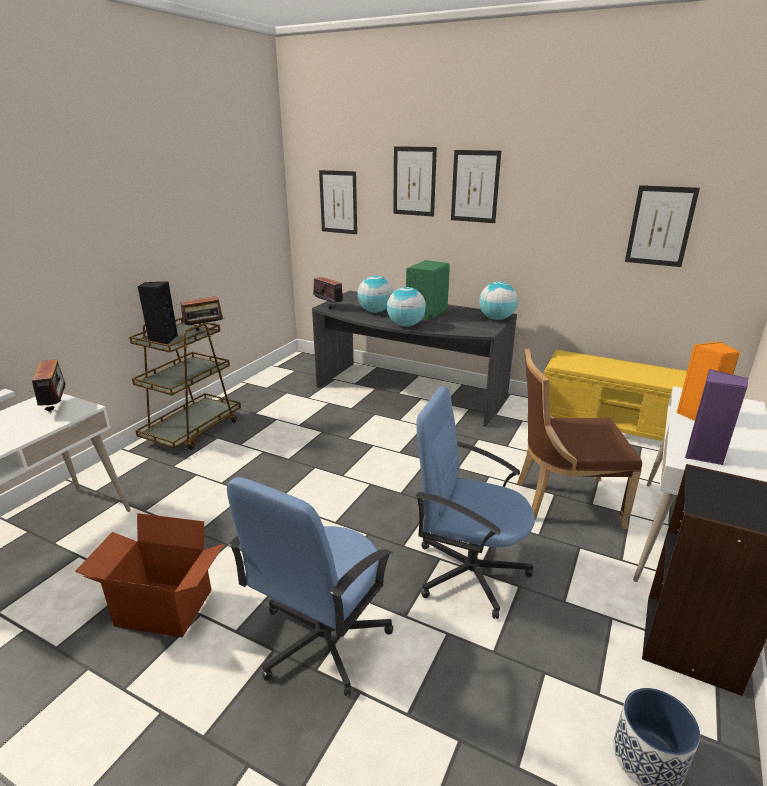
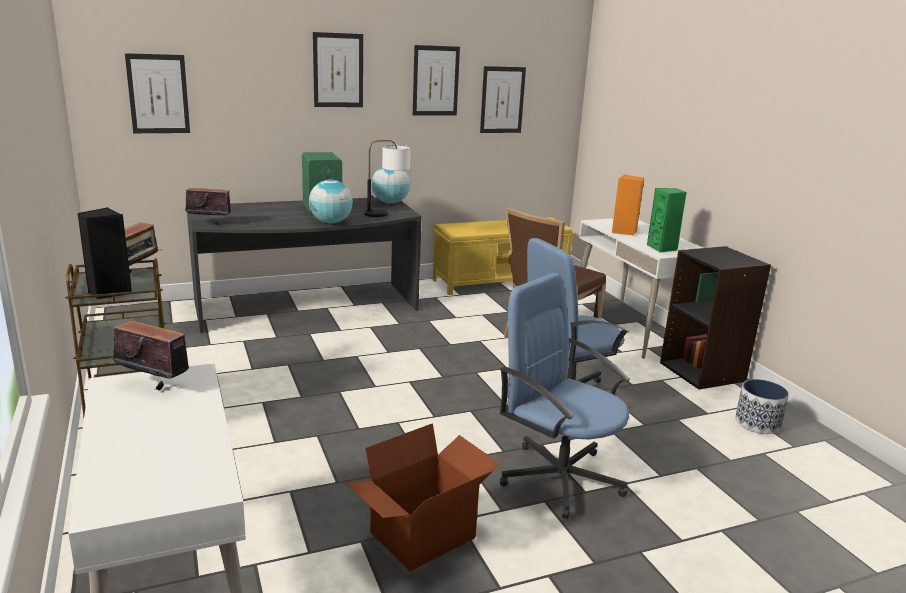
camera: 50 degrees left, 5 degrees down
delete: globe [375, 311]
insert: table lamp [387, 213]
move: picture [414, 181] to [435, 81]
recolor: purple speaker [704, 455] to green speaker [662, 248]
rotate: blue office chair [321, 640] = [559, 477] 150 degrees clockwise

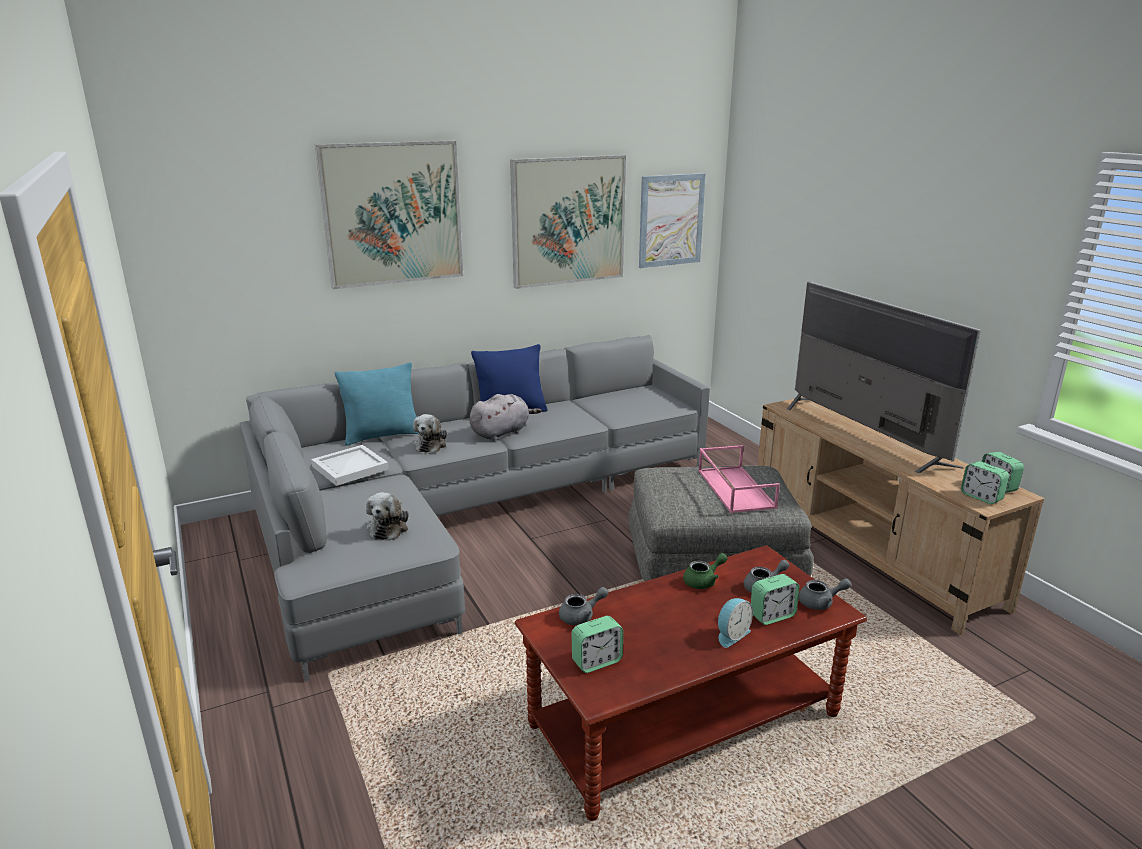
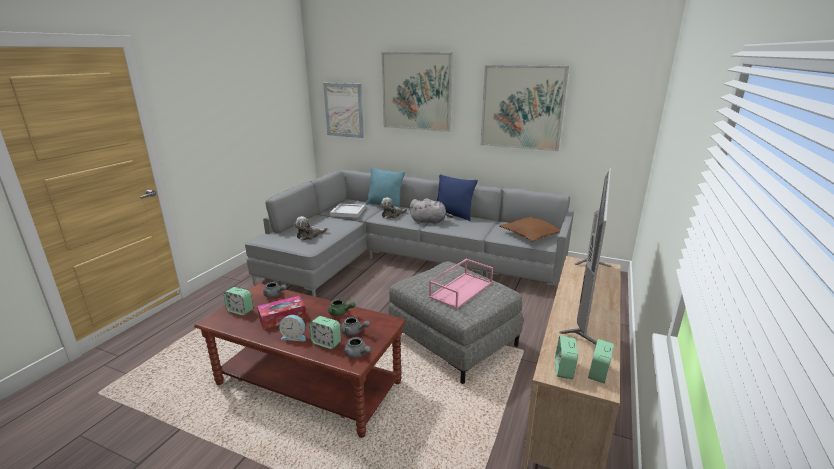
camera: 50 degrees right, 0 degrees up
insert: tissue box [282, 318]; brown pillow [531, 235]
move: picture [671, 220] to [344, 110]

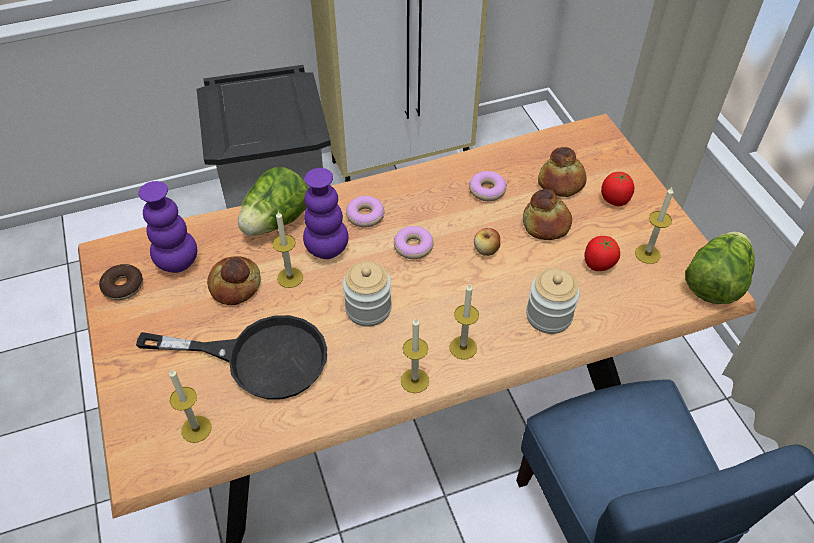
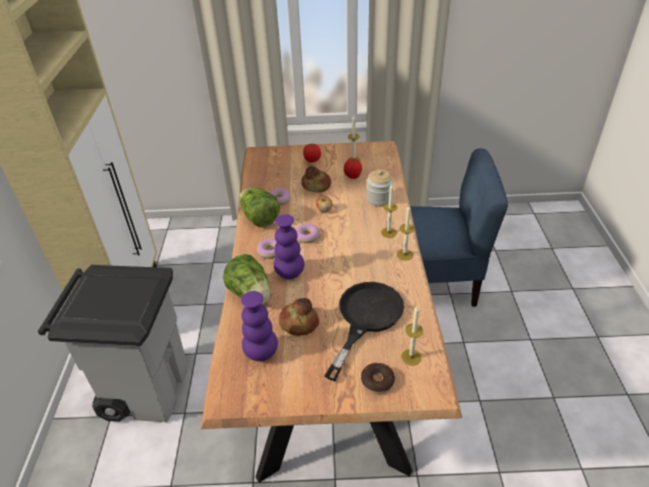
camera: 70 degrees left, 10 degrees down
delete: candle [290, 277]; jar [368, 308]; bread [561, 182]
move: donut [123, 286] to [377, 381]; lettuce [714, 283] to [259, 218]

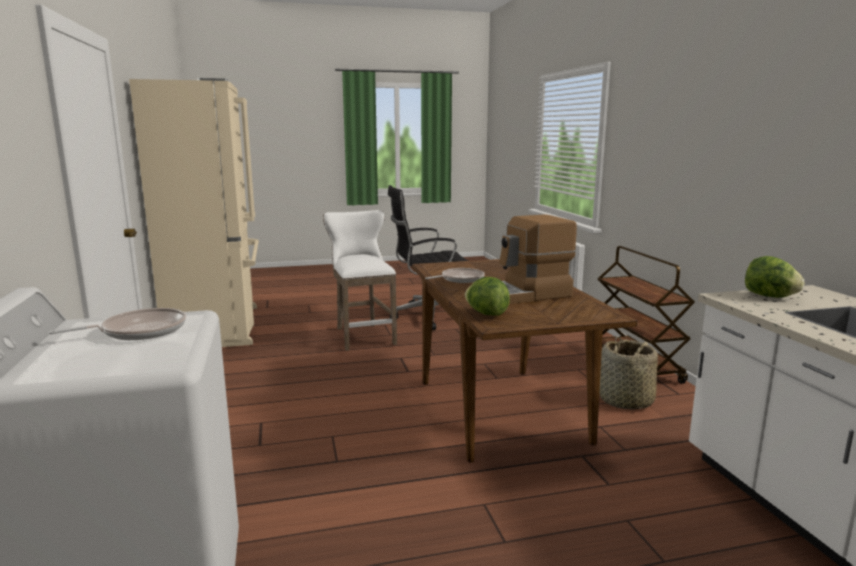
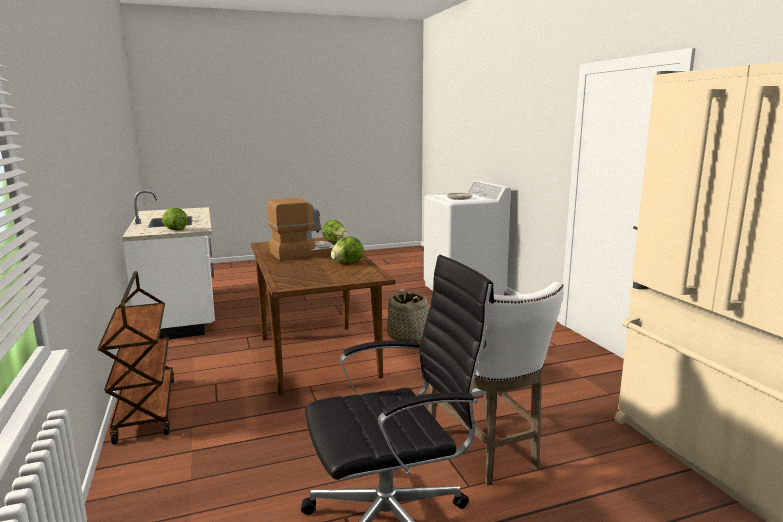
camera: 175 degrees right, 0 degrees up
move: basket [625, 401] to [407, 336]
replace: frying pan [460, 279] to lettuce [347, 263]

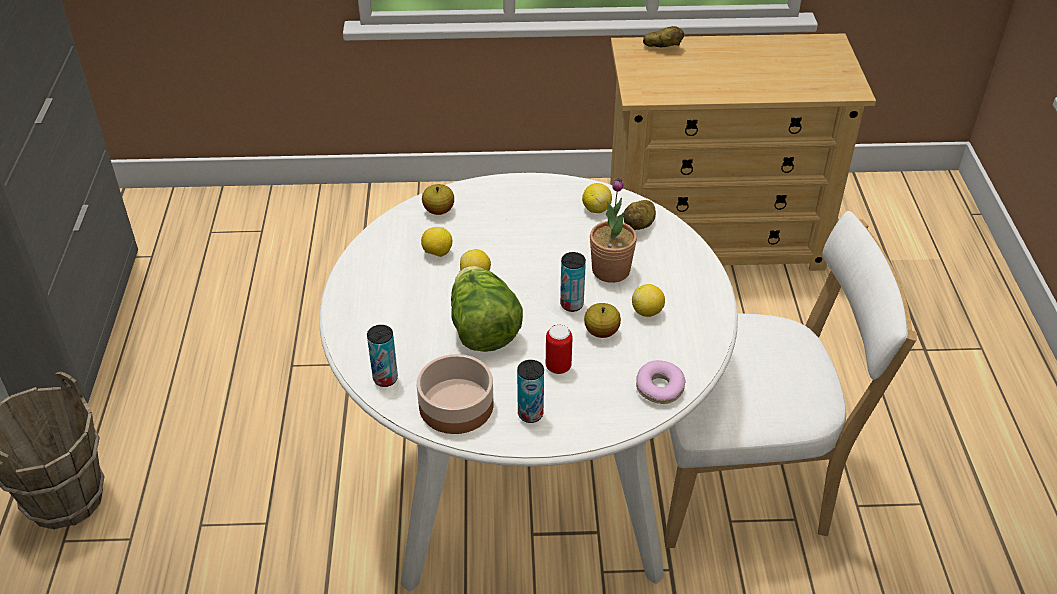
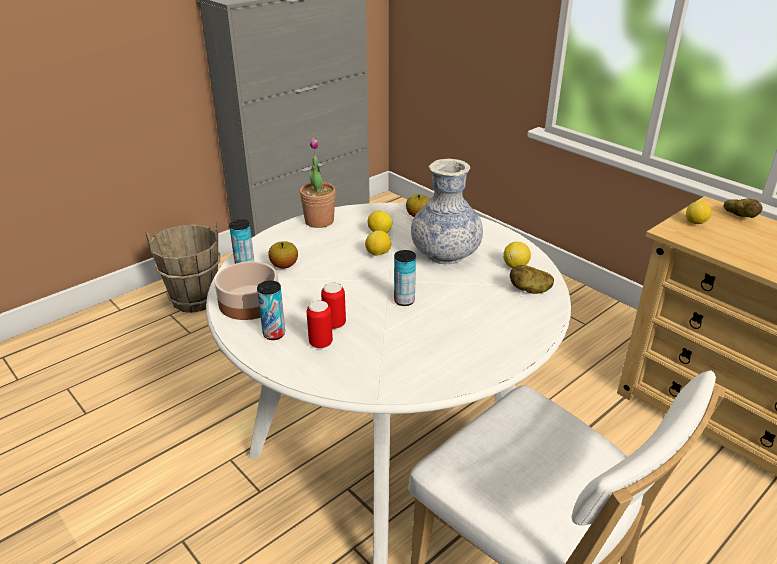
camera: 50 degrees right, 10 degrees down
delete: lettuce [482, 329]; donut [659, 388]
insert: can [321, 343]; vase [445, 254]
move: apple [601, 332] to [284, 266]; potted plant [611, 270] to [319, 221]; lemon [647, 312] to [695, 223]

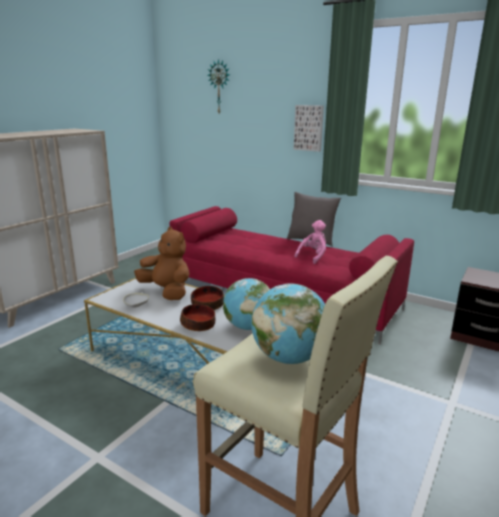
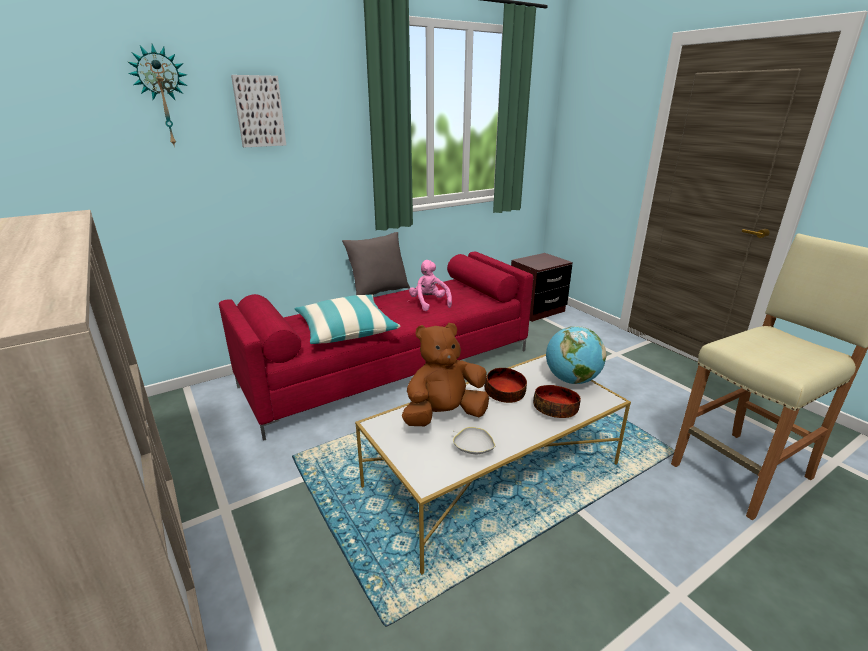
camera: 65 degrees left, 5 degrees up
delete: globe [289, 357]
insert: pillow [346, 330]
move: picture [309, 128] to [259, 111]

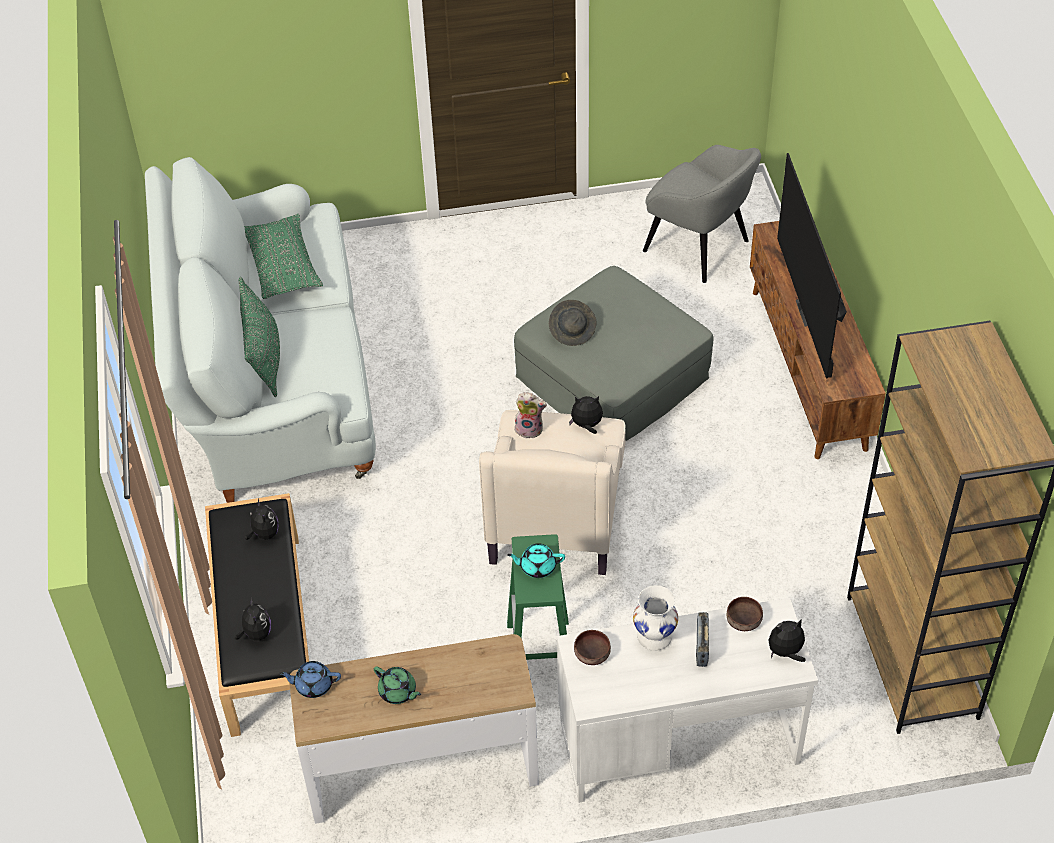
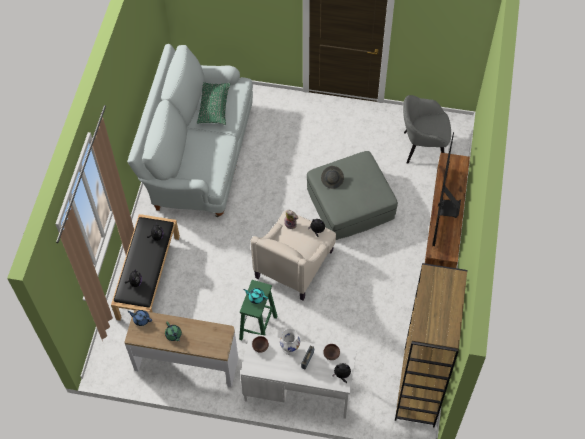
camera: 20 degrees right, 10 degrees up
delete: green pillow [263, 356]
rotate: grey armchair [698, 247] = [422, 147] 120 degrees clockwise

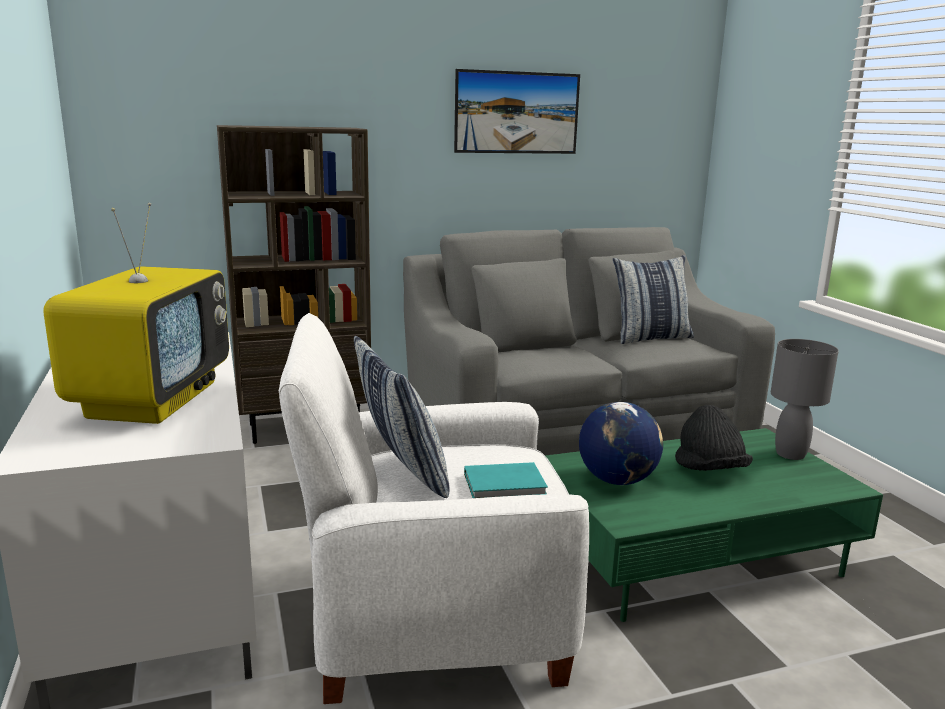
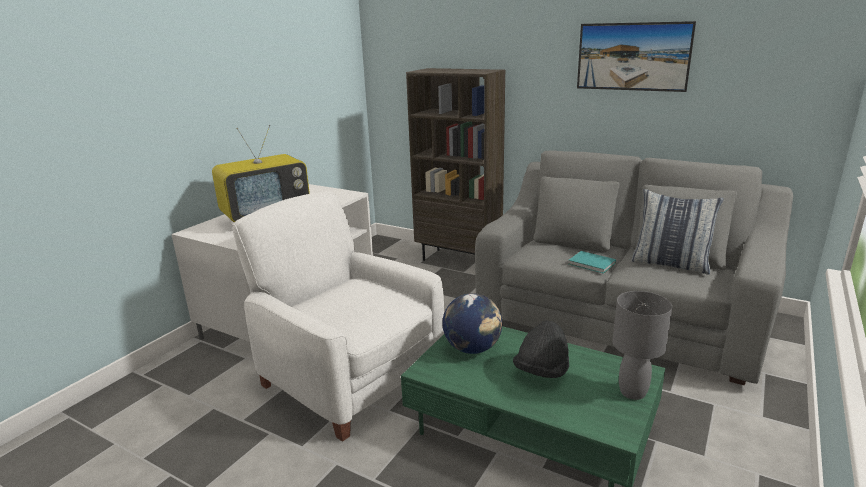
camera: 50 degrees right, 5 degrees up
delete: pillow [402, 473]
move: turquoise book [507, 485] to [592, 264]

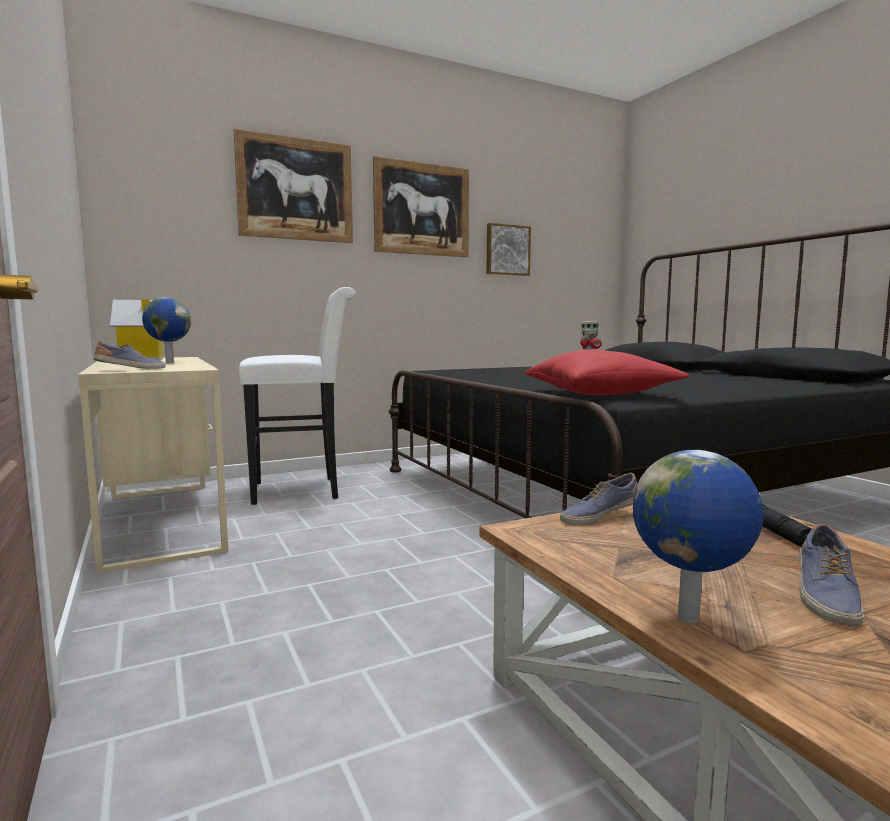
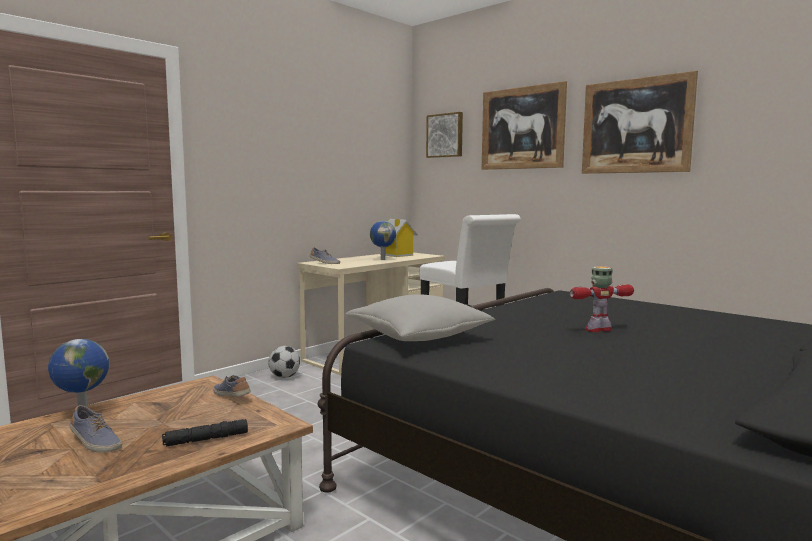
camera: 70 degrees right, 0 degrees up
insert: football [284, 377]
move: picture [507, 250] to [445, 135]
recolor: red pillow [600, 394] to grey pillow [418, 337]
rotate: shoe [824, 596] = [94, 443] 150 degrees counterclockwise

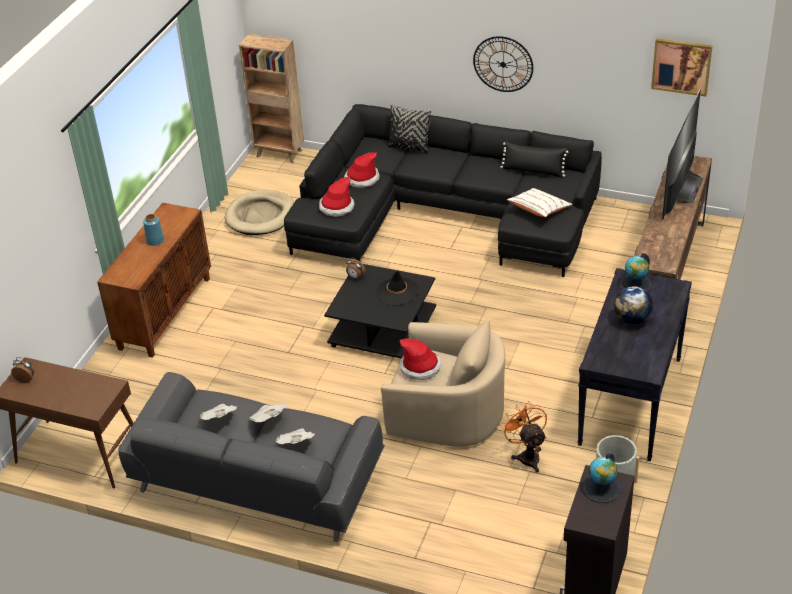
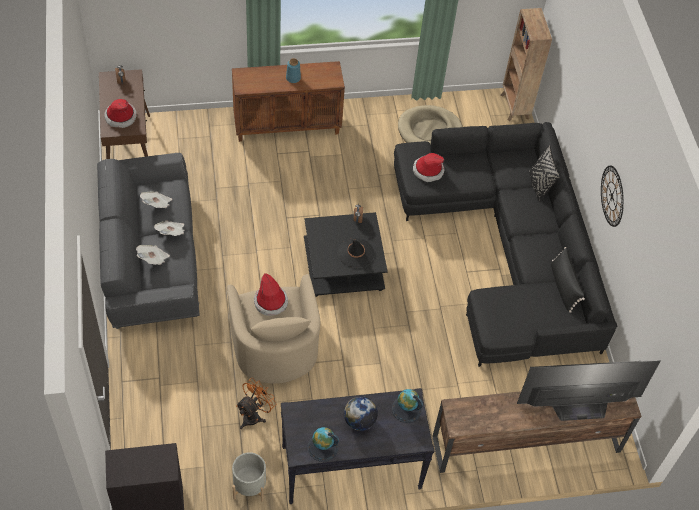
camera: 55 degrees right, 15 degrees up
delete: white pillow [539, 210]; picture [681, 66]
move: hat [362, 179] to [120, 117]; globe [601, 488] to [322, 447]

